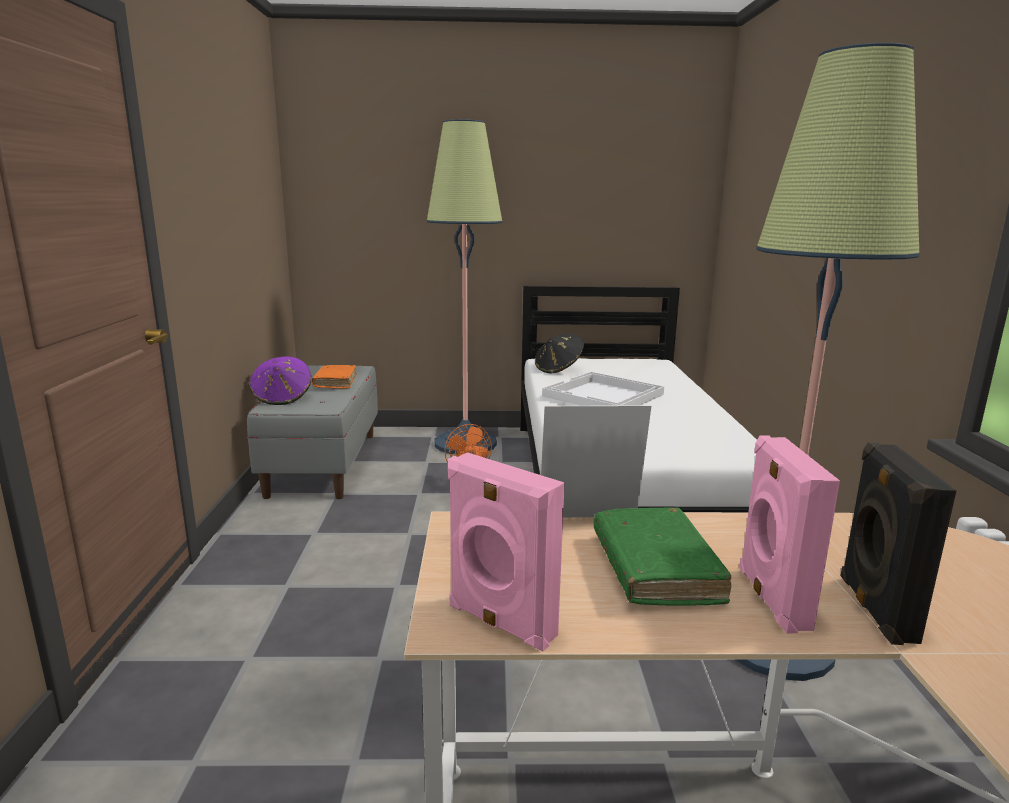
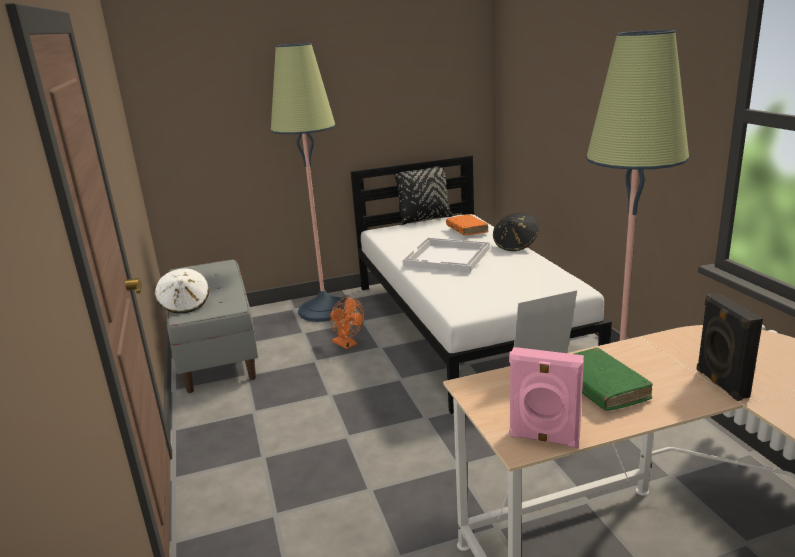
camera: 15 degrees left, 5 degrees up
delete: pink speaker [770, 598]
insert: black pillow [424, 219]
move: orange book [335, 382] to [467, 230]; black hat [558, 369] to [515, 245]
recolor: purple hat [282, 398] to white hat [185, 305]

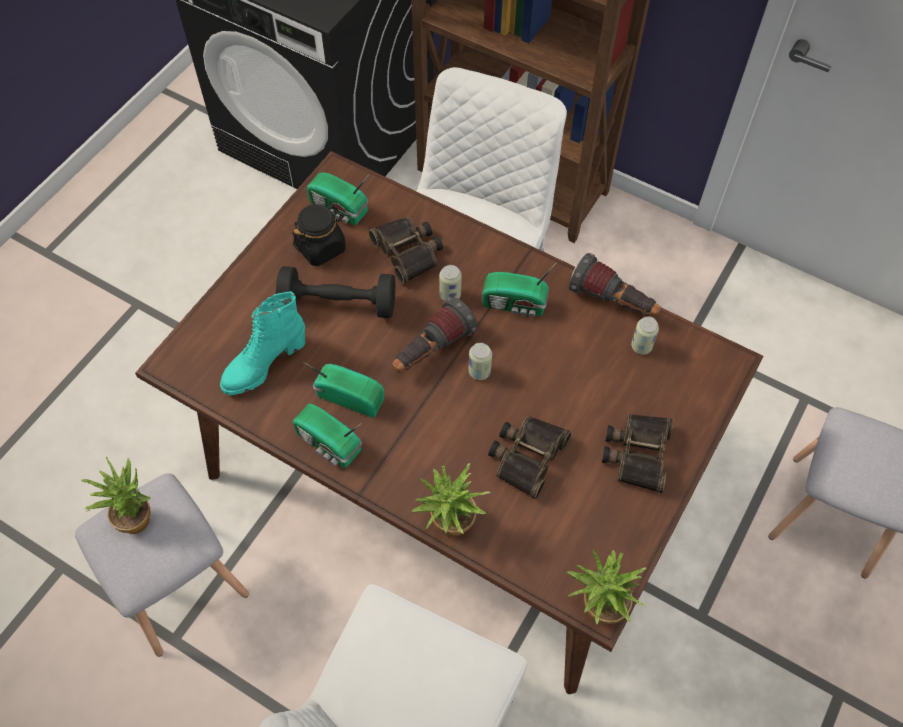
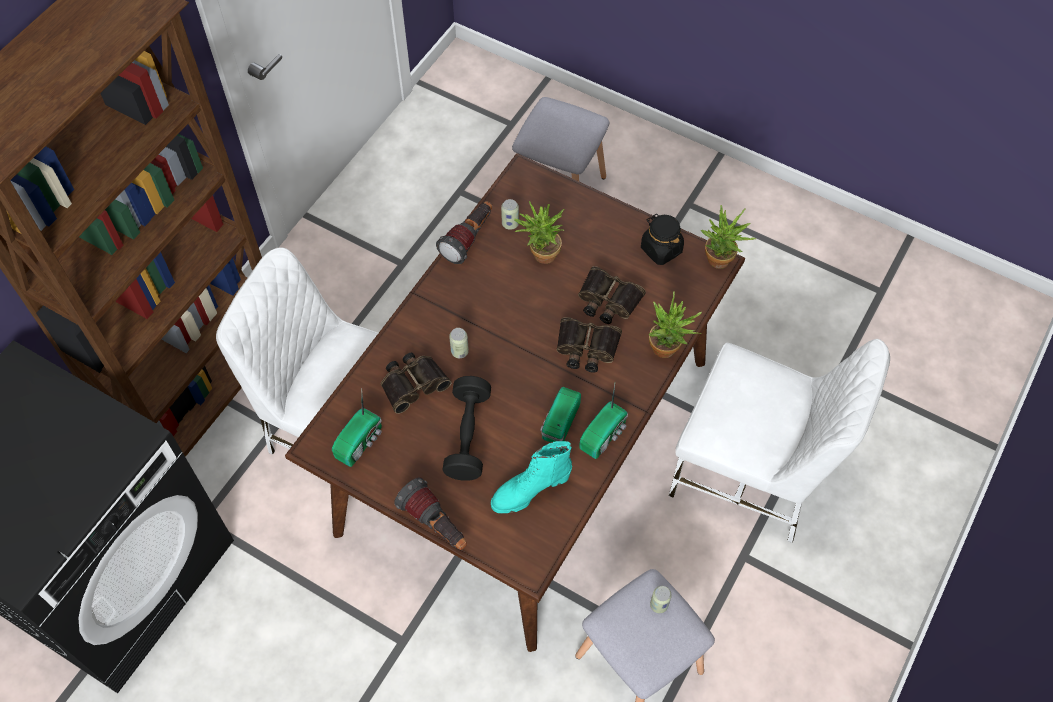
camera: 90 degrees left, 0 degrees up
delete: radio [516, 304]
move: potted plant [134, 515] to [540, 256]; black jar [321, 247] to [661, 249]; flashlight [431, 351] to [435, 525]; can [479, 372] to [659, 605]; binoculars [636, 453] to [586, 349]
rotate: turquoise boot [264, 364] = [530, 490] 105 degrees clockwise

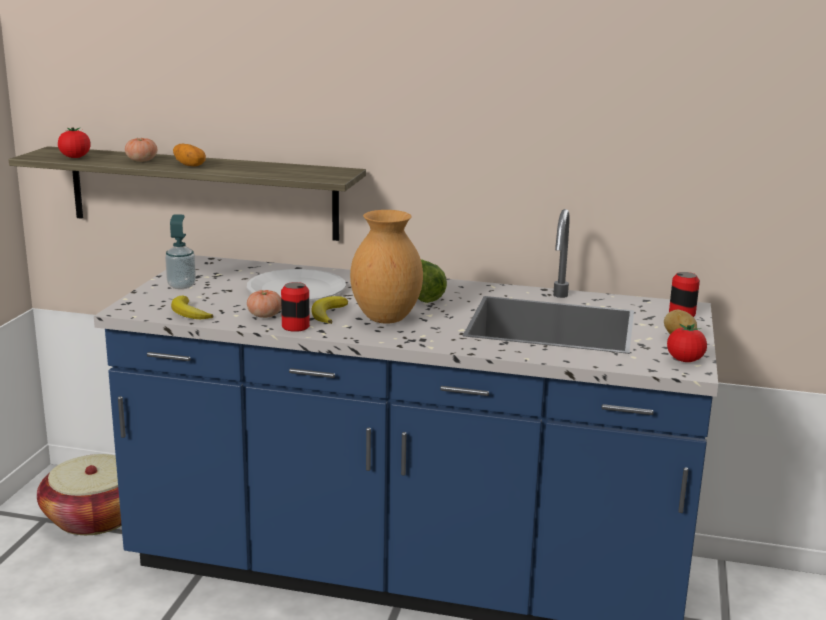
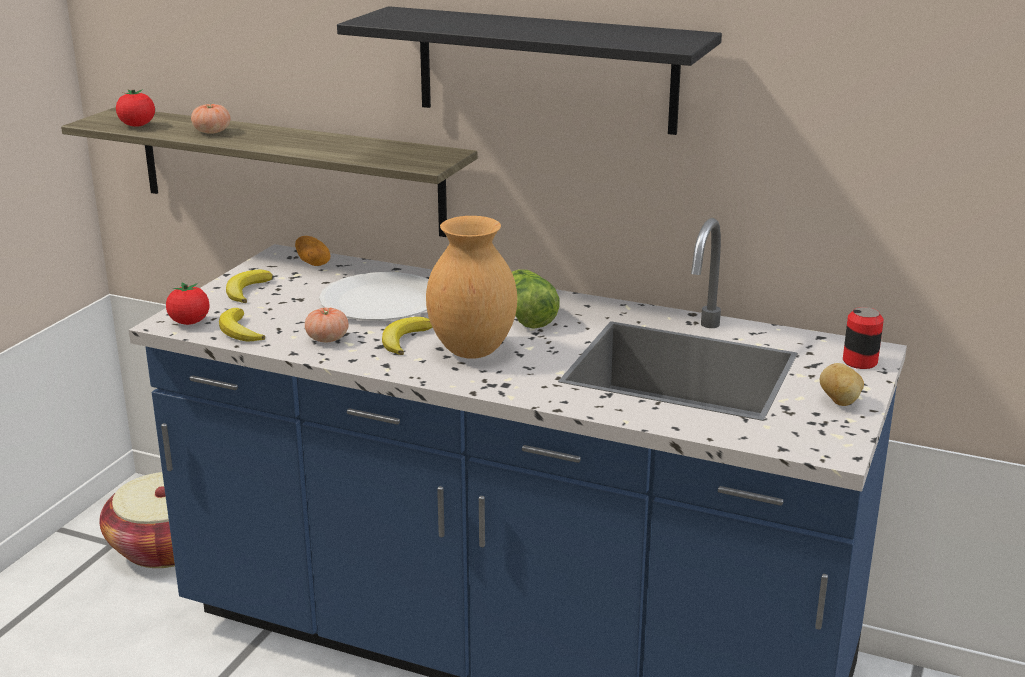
camera: 10 degrees right, 5 degrees up
delete: can [295, 327]
insert: black shelf [545, 70]
move: potato [190, 165] to [313, 262]; tomato [685, 360] to [189, 322]
replace: soap dispenser [181, 286] to banana [246, 290]

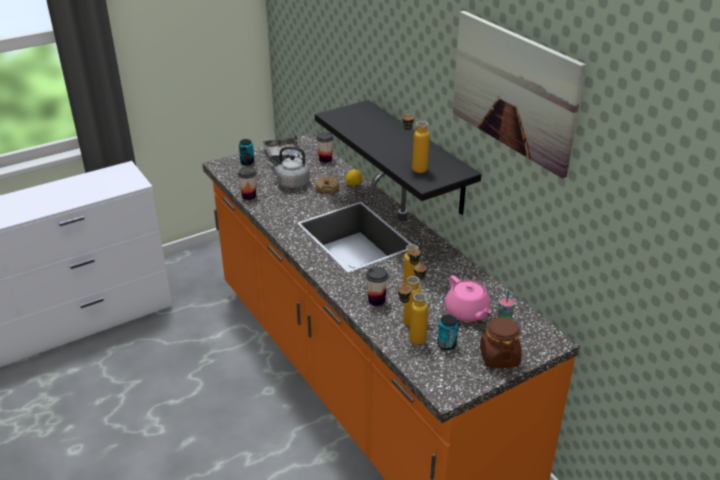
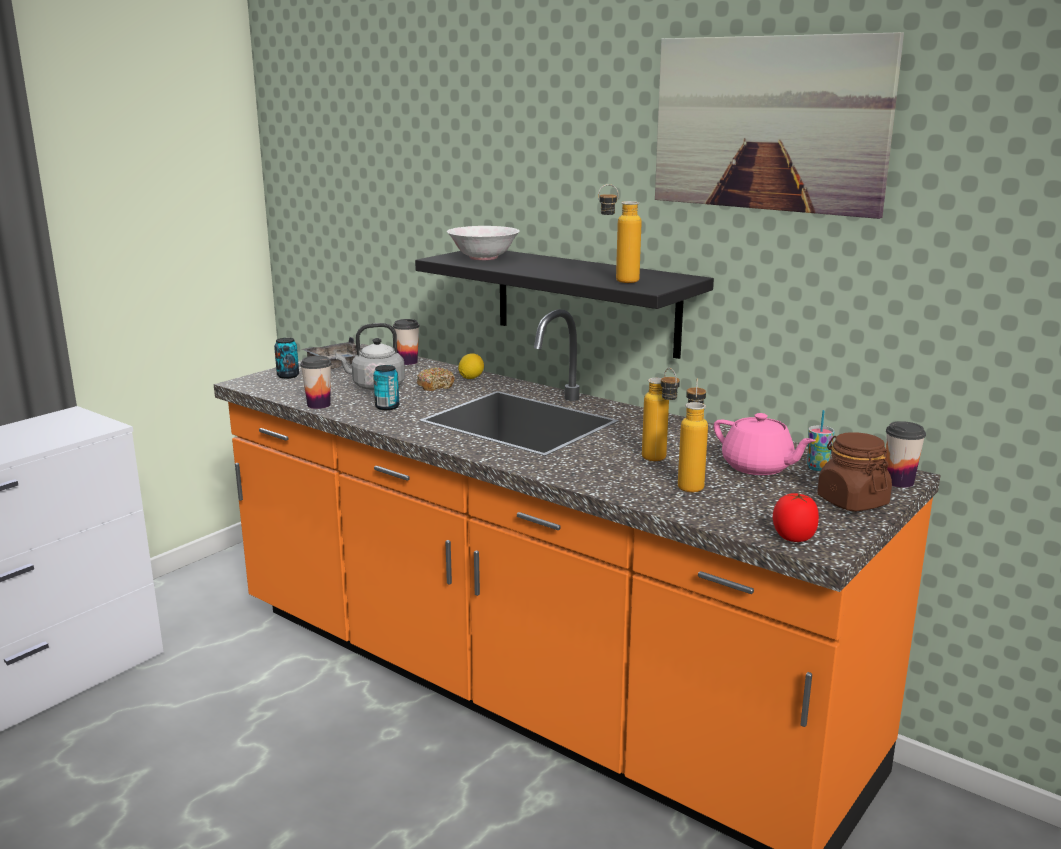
camera: 20 degrees left, 15 degrees down
delete: bottle [410, 338]
insert: white bowl [484, 258]; tomato [794, 538]
move: cup [376, 300] to [899, 482]; can [446, 344] to [387, 407]

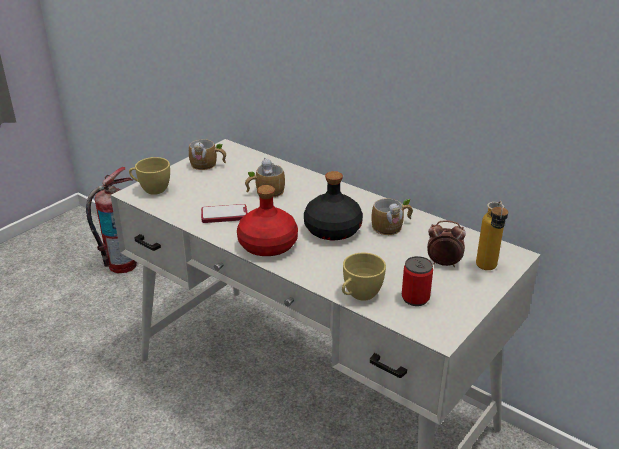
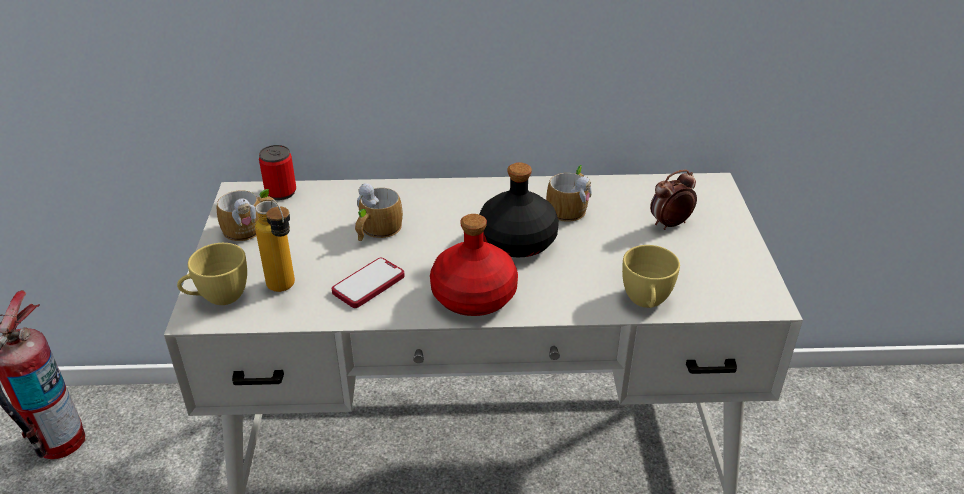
camera: 40 degrees left, 5 degrees up
move: can [415, 298] to [281, 192]; bottle [487, 270] to [286, 290]

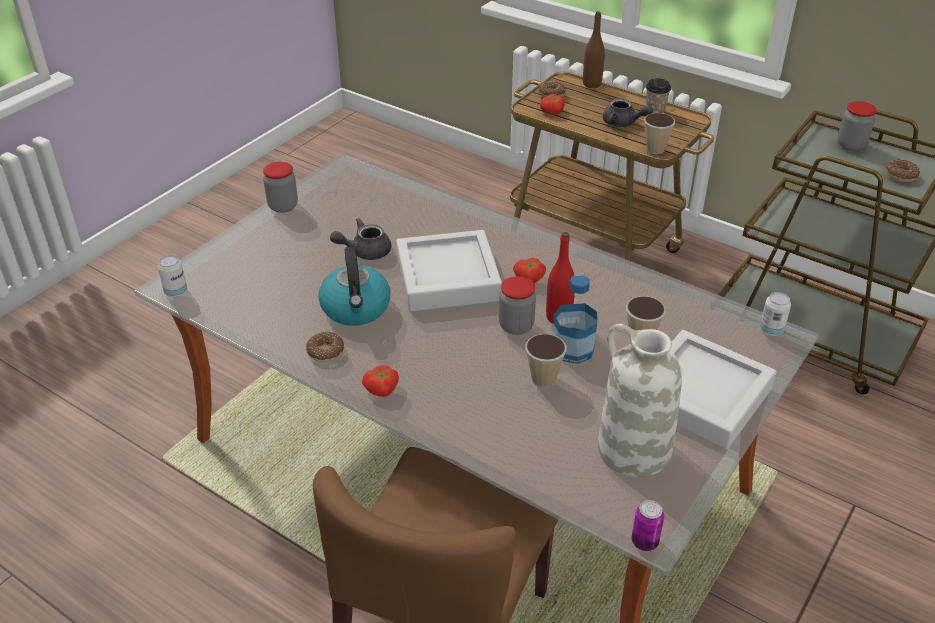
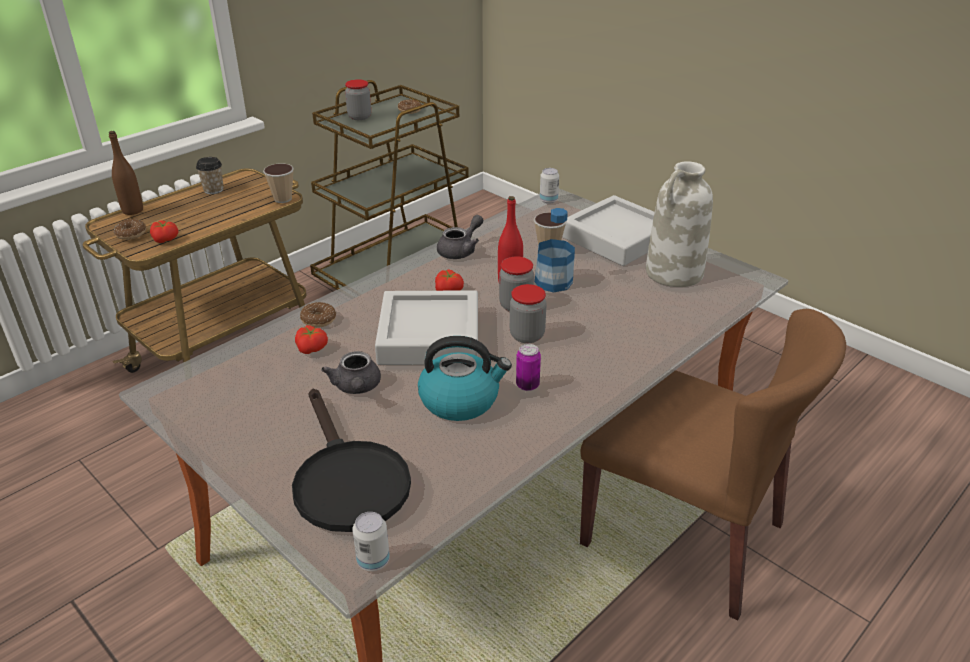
camera: 80 degrees left, 5 degrees down
delete: cup [543, 379]
insert: black frying pan [346, 480]
move: jar [283, 206] to [527, 335]; donut [325, 351] to [318, 320]; tomato [382, 390] to [312, 348]; grey teapot [623, 123] to [460, 250]; can [644, 542] to [527, 385]

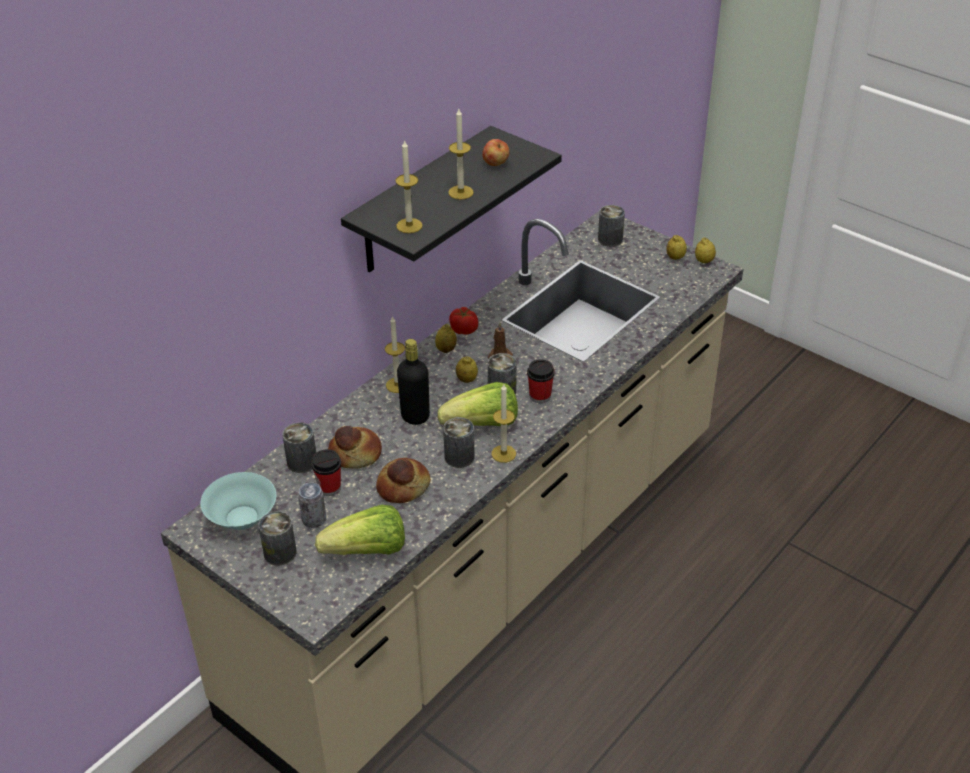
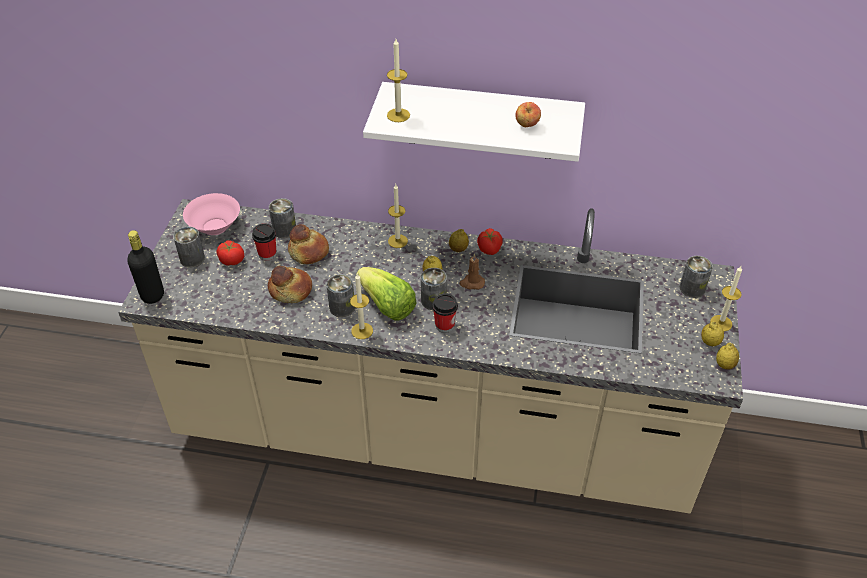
camera: 60 degrees right, 5 degrees up
delete: lettuce [368, 551]
move: black bottle [415, 416] to [152, 295]; candle [461, 192] to [721, 323]
replace: can [314, 520] to tomato [232, 261]
recolor: turquoise bowl [241, 518] to pink bowl [214, 226]; black shelf [420, 202] to white shelf [481, 121]

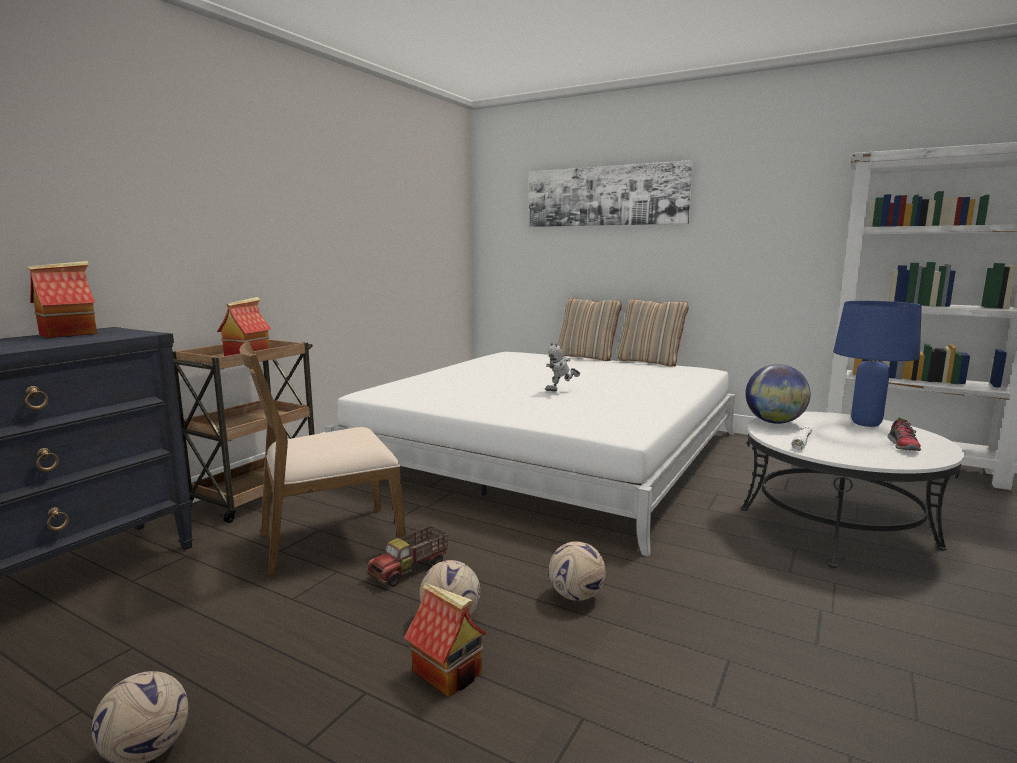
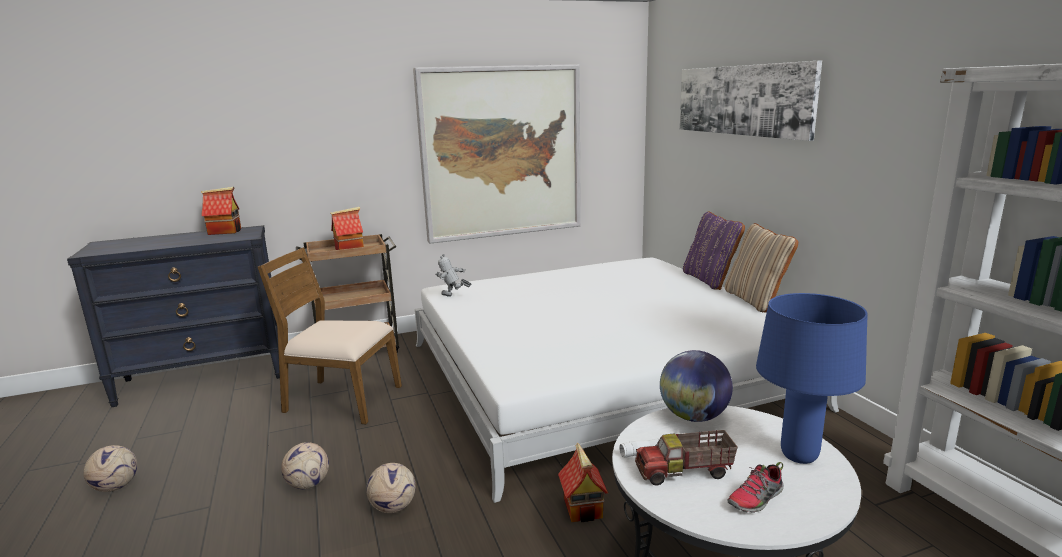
camera: 40 degrees right, 5 degrees up
insert: picture [501, 152]
move: toy truck [410, 569] to [685, 472]; toy house [448, 672] to [583, 508]; toy robot [561, 391] to [453, 297]
recolor: beige pillow [587, 357] to purple pillow [710, 280]

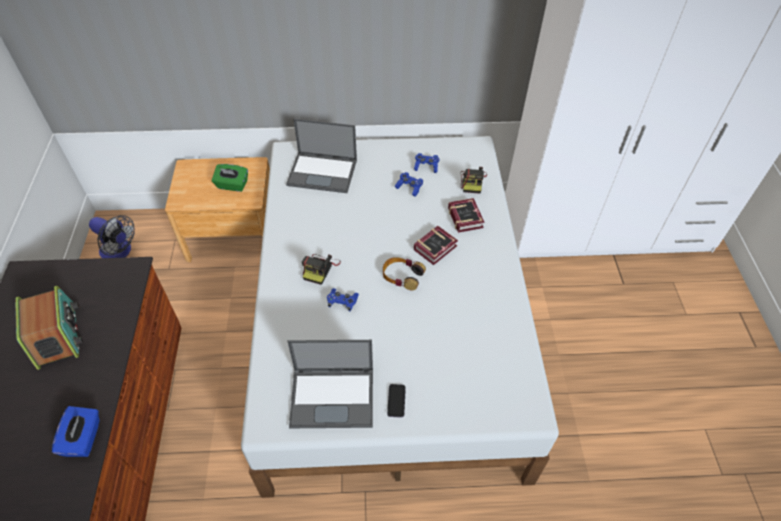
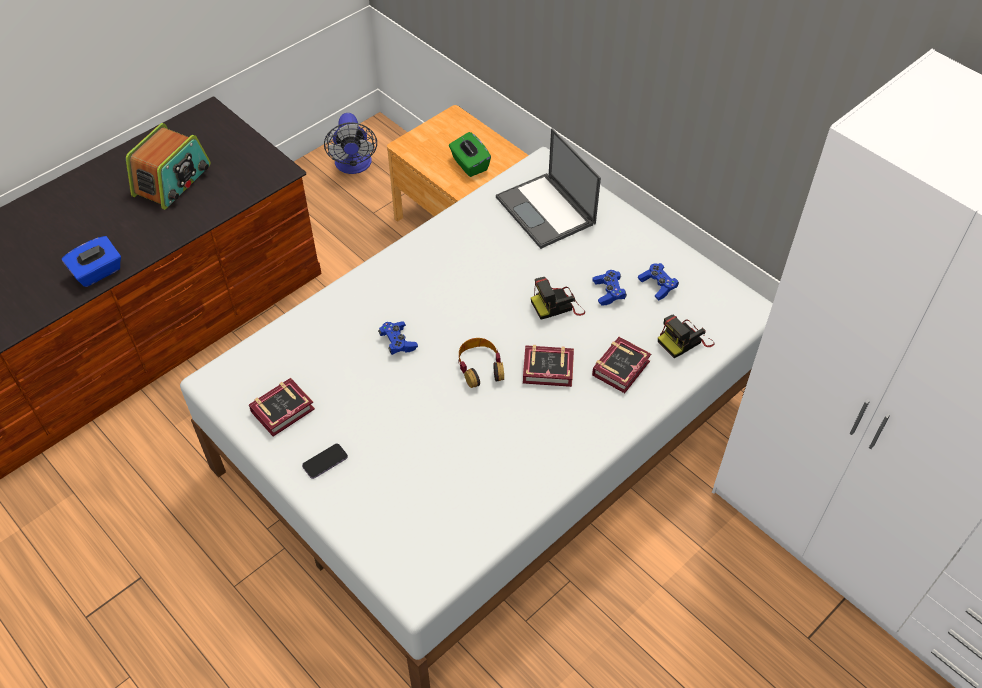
camera: 50 degrees right, 0 degrees up
move: photo camera [320, 269] to [557, 305]
replace: laptop [333, 397] to book [285, 410]

